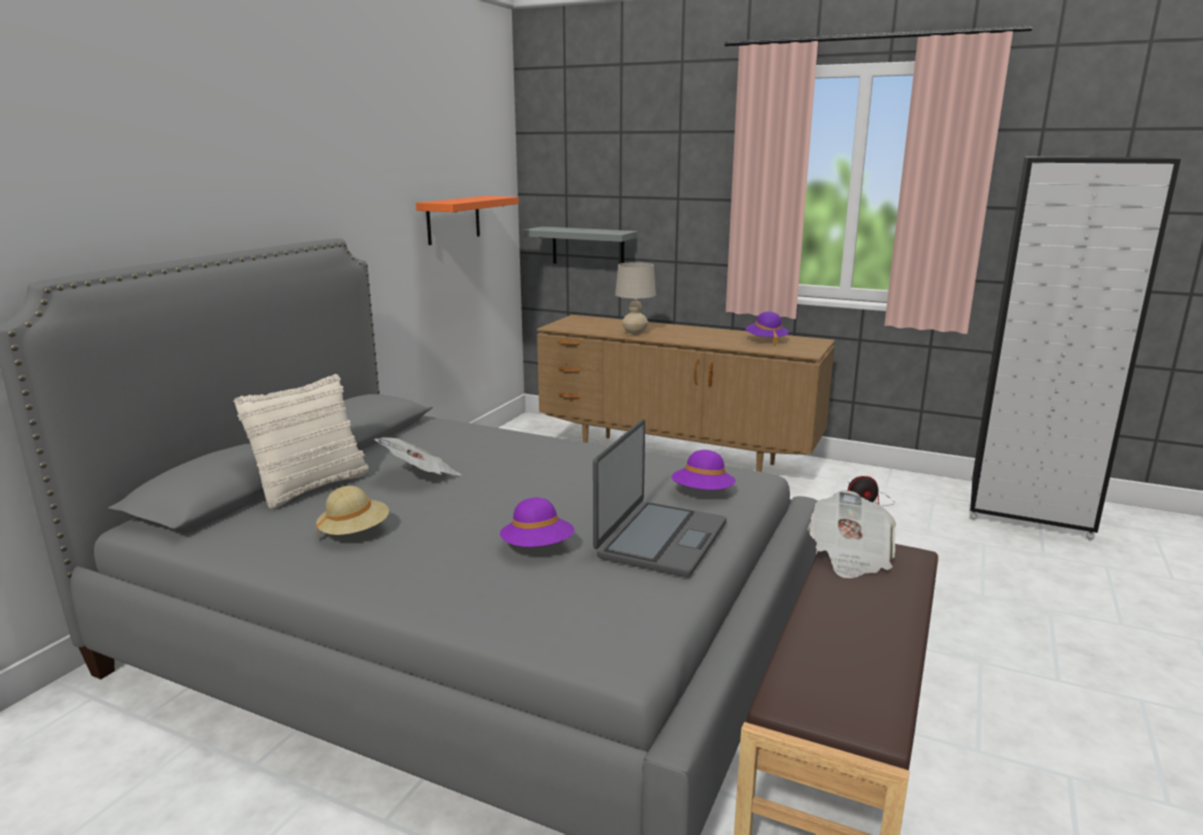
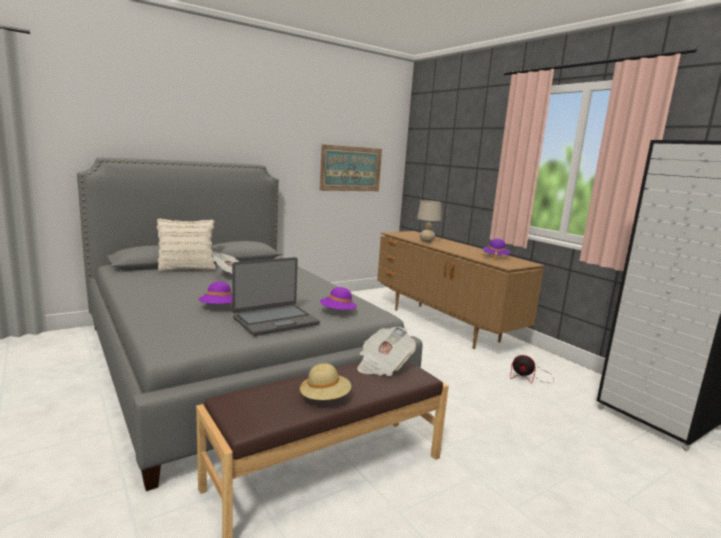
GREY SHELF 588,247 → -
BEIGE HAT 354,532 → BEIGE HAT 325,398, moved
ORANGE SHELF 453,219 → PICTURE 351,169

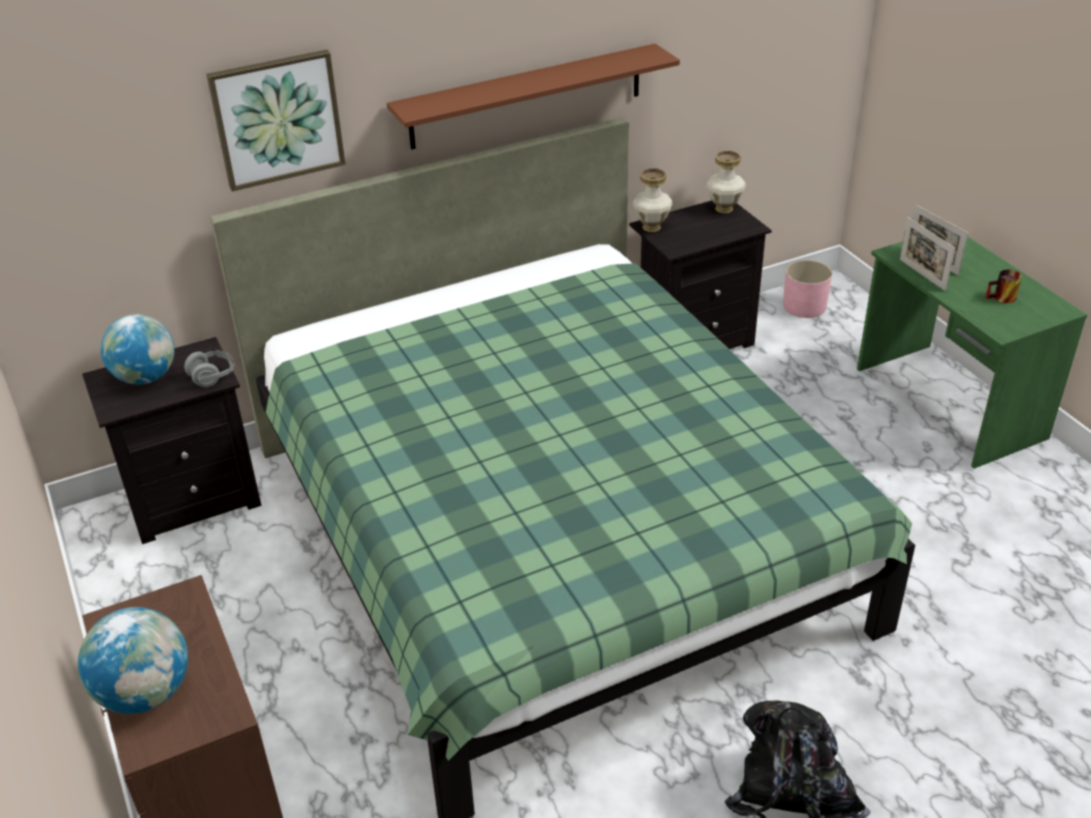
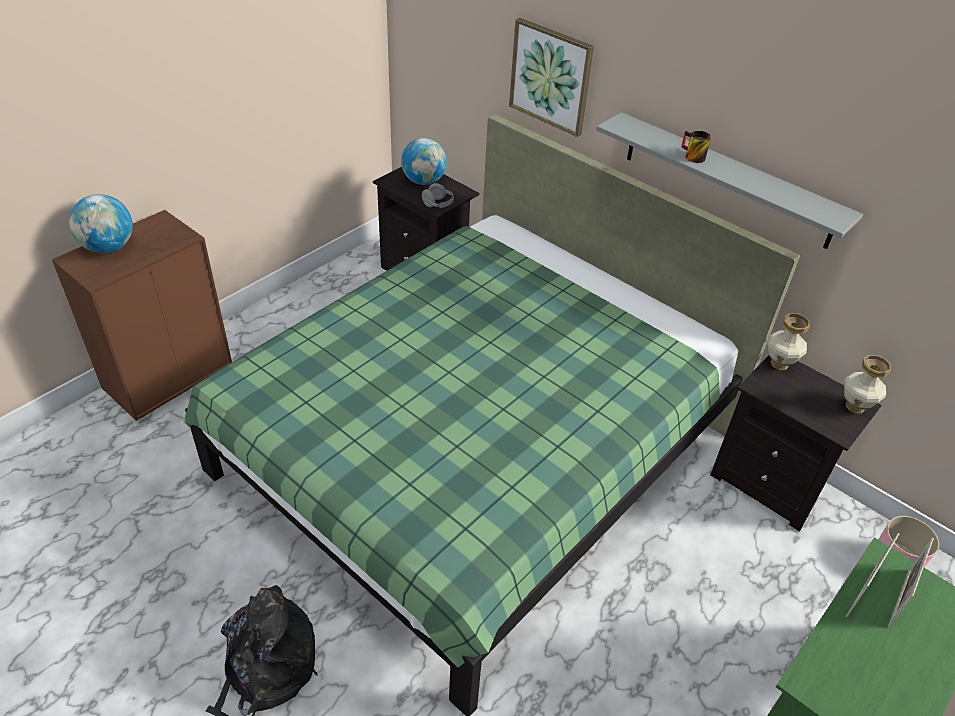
MUG 1002,299 → MUG 691,156, moved
BROWN SHELF 527,96 → GREY SHELF 727,180

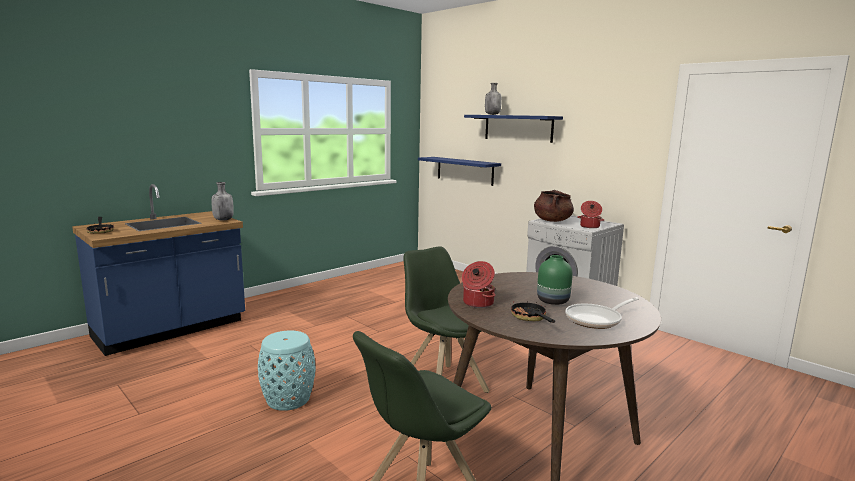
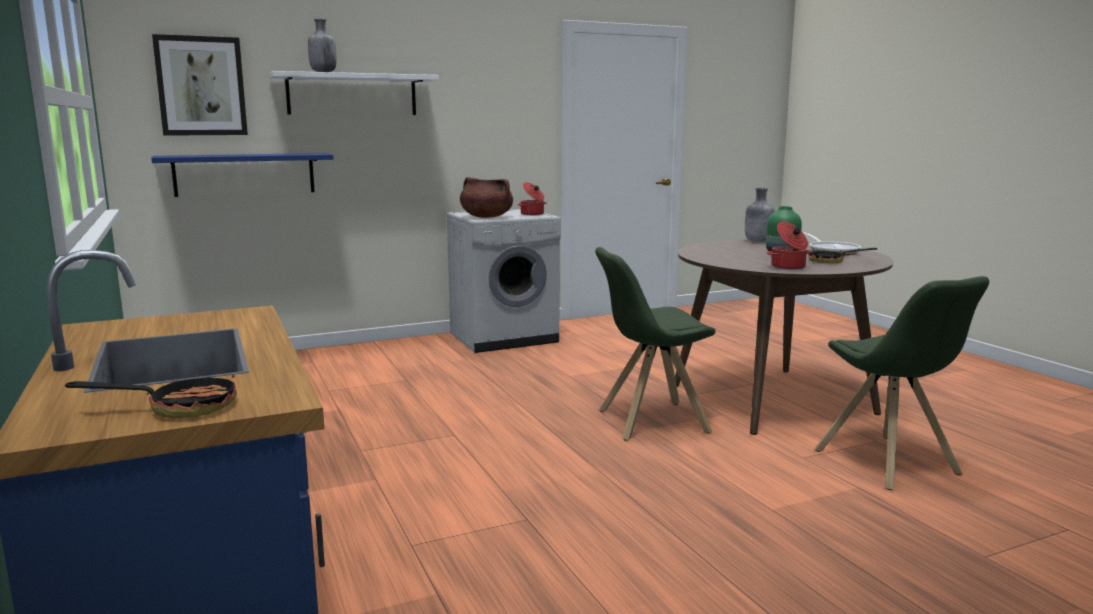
TURQUOISE STOOL 288,399 → -
- → PICTURE 201,86
GREY BOTTLE 223,220 → GREY BOTTLE 757,241, moved
BLUE SHELF 518,128 → WHITE SHELF 352,95

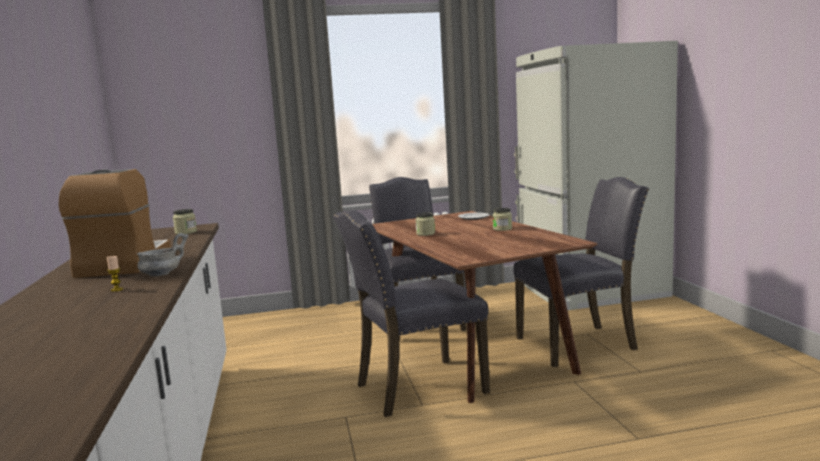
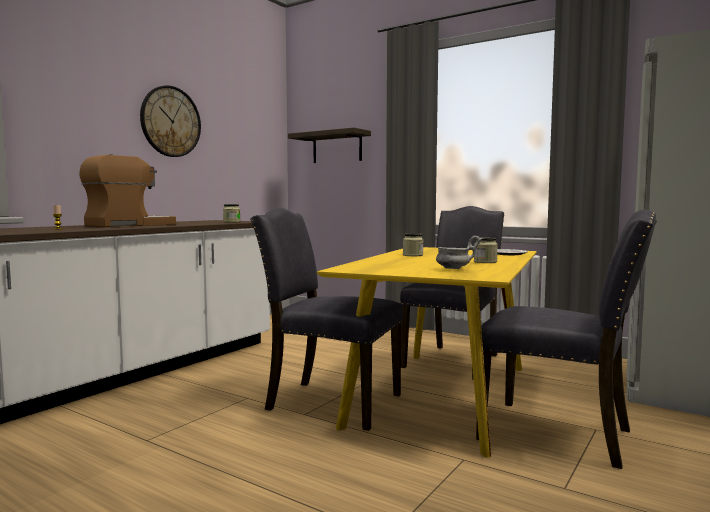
- → WALL CLOCK 170,121
- → SHELF 337,147
GREY BOWL 161,274 → GREY BOWL 454,269, moved
BROWN DINING TABLE 472,349 → YELLOW DINING TABLE 444,395

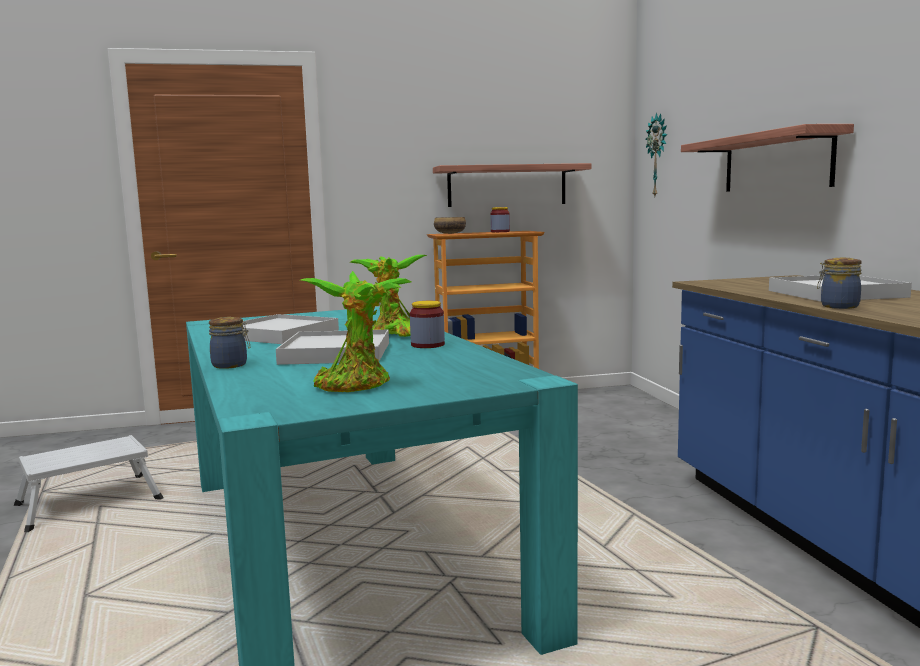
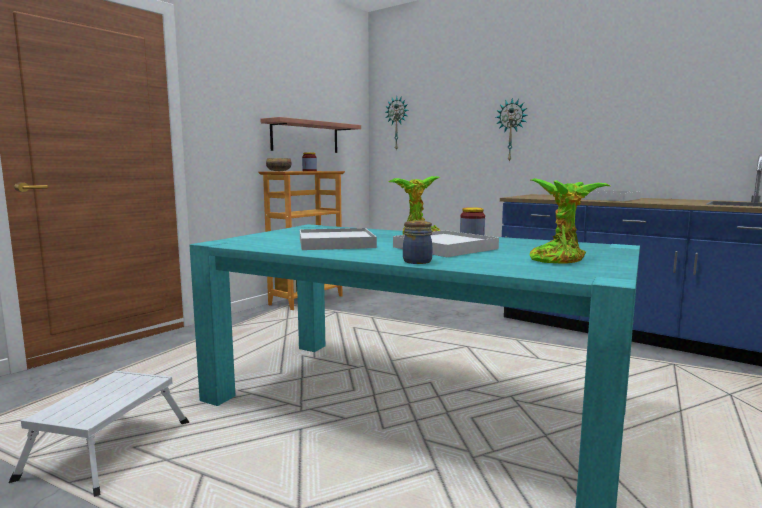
JAR 837,306 → -
SHELF 776,162 → WALL CLOCK 511,130

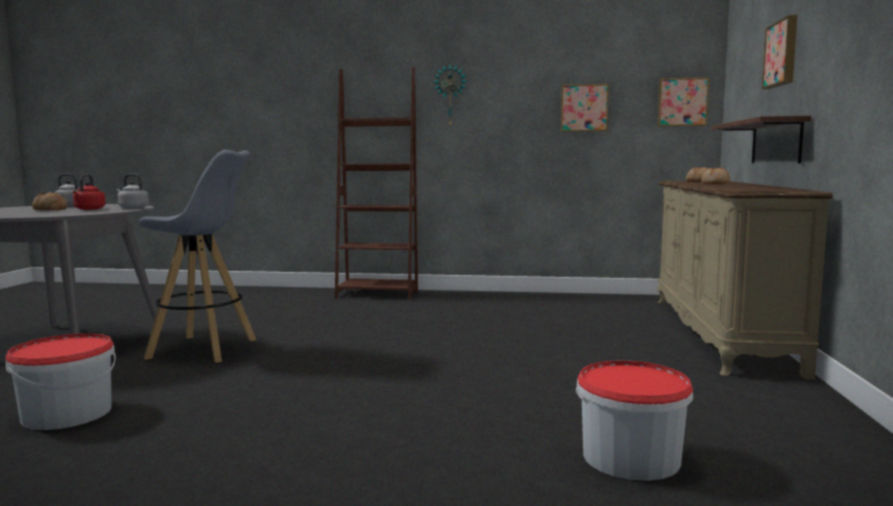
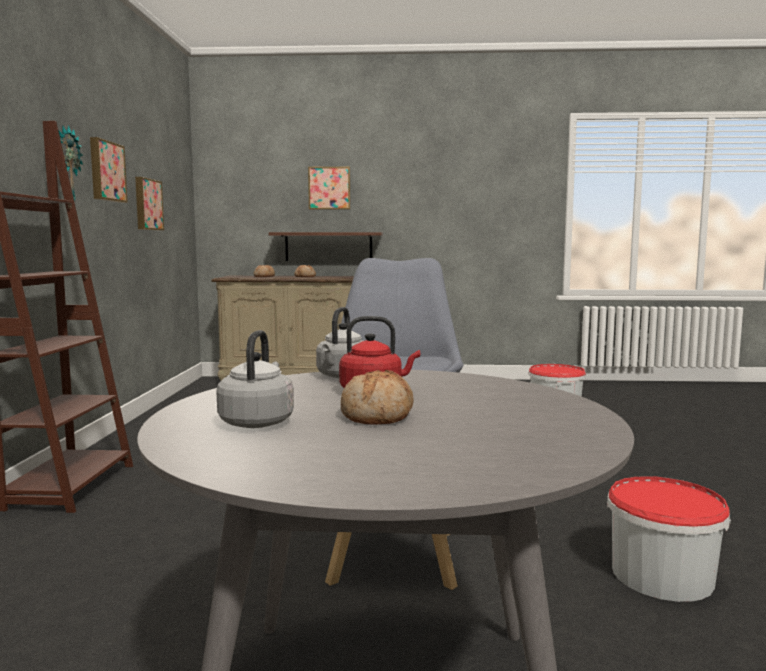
PICTURE 682,102 → PICTURE 106,171, moved

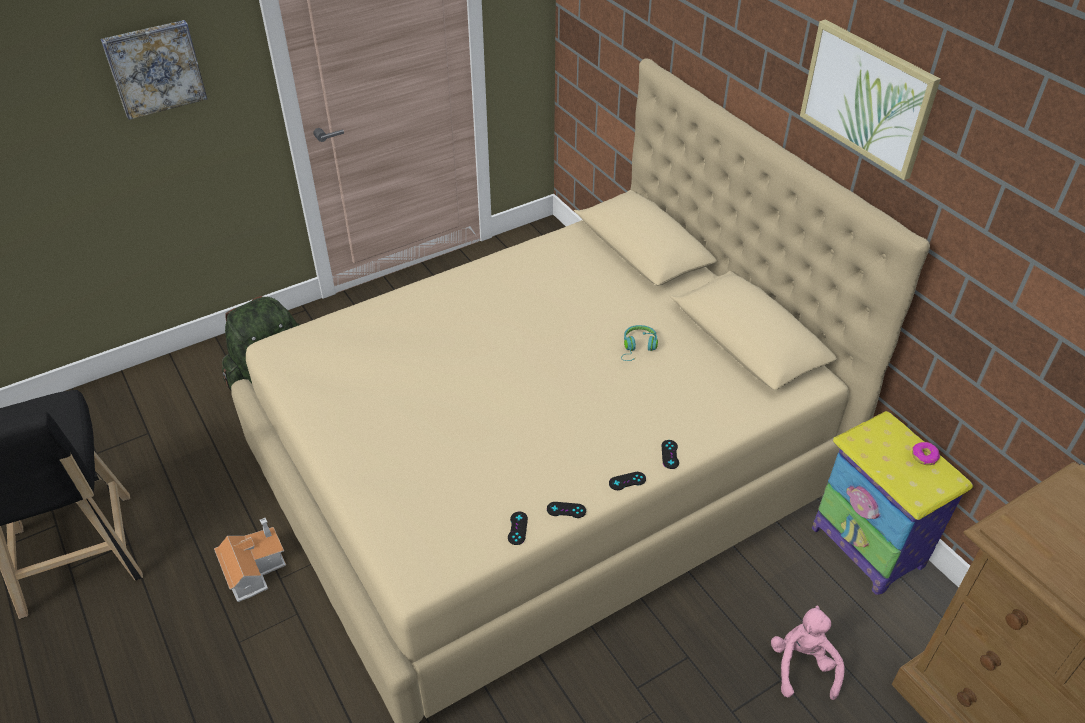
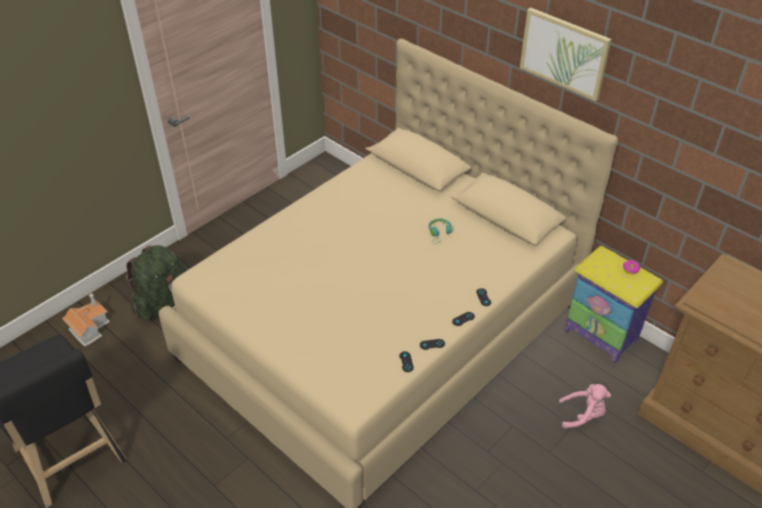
PICTURE 154,68 → -
TOY HOUSE 253,568 → TOY HOUSE 89,327, moved
PINK PLUSH TOY 802,666 → PINK PLUSH TOY 583,415, 105 degrees clockwise

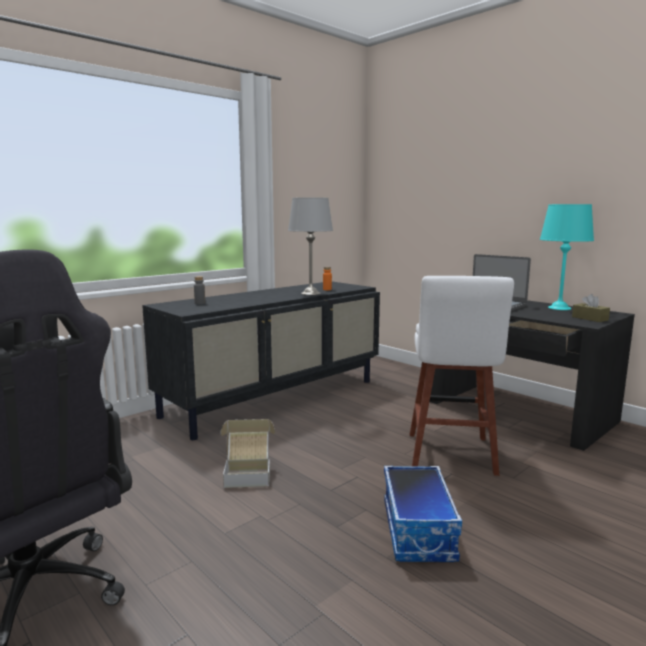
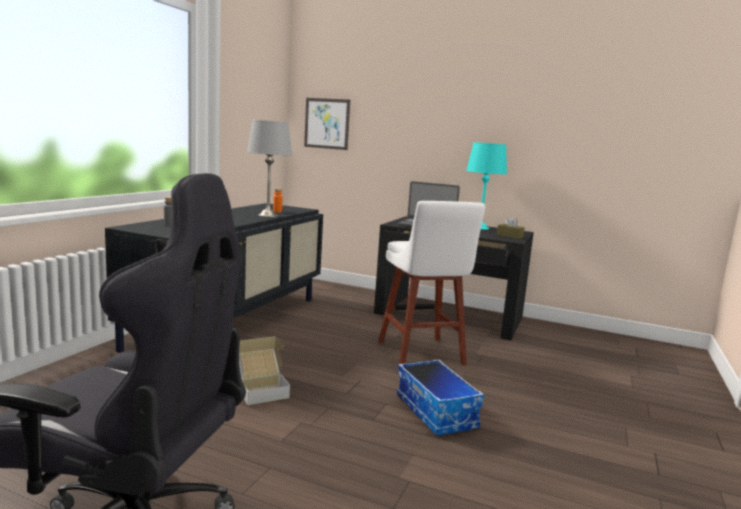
- → PICTURE 327,123

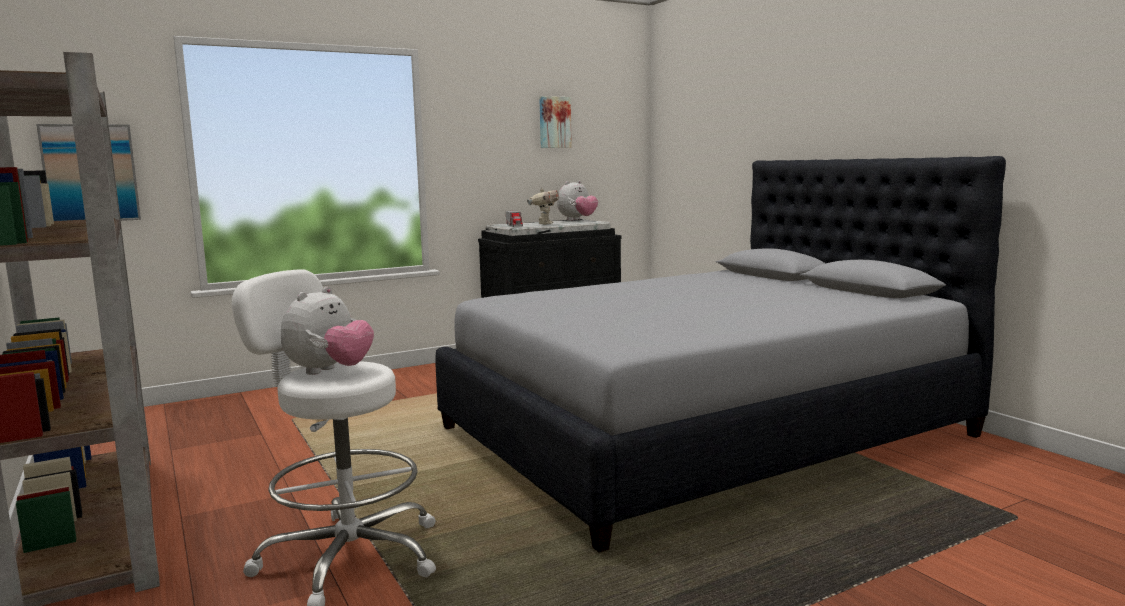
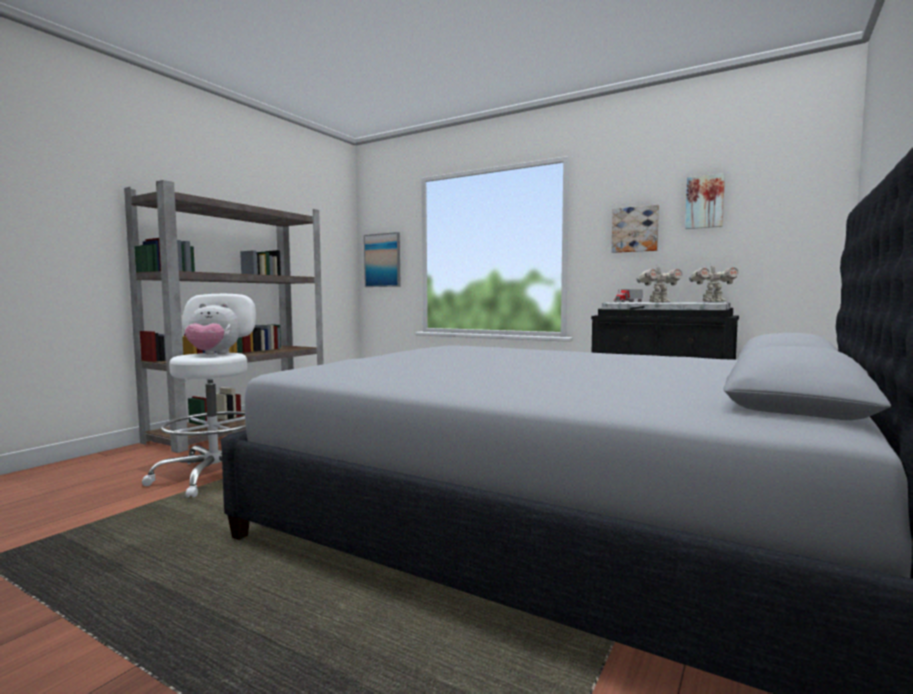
- → PICTURE 635,229
PLUSH TOY 577,220 → TOY ROBOT 712,301

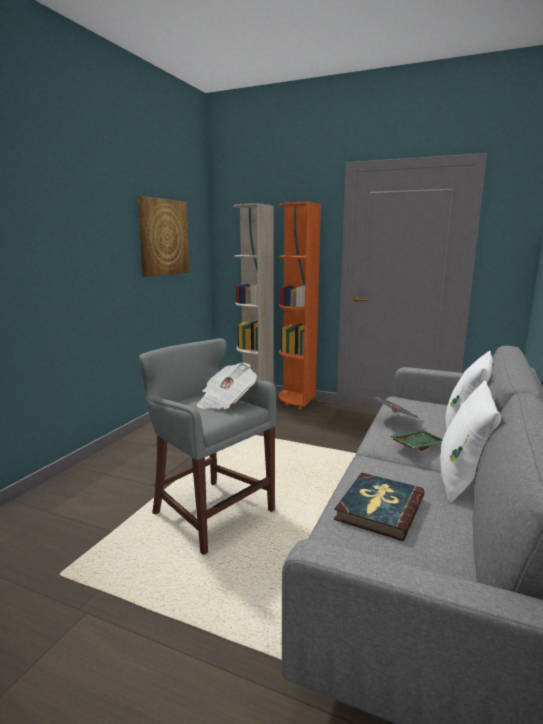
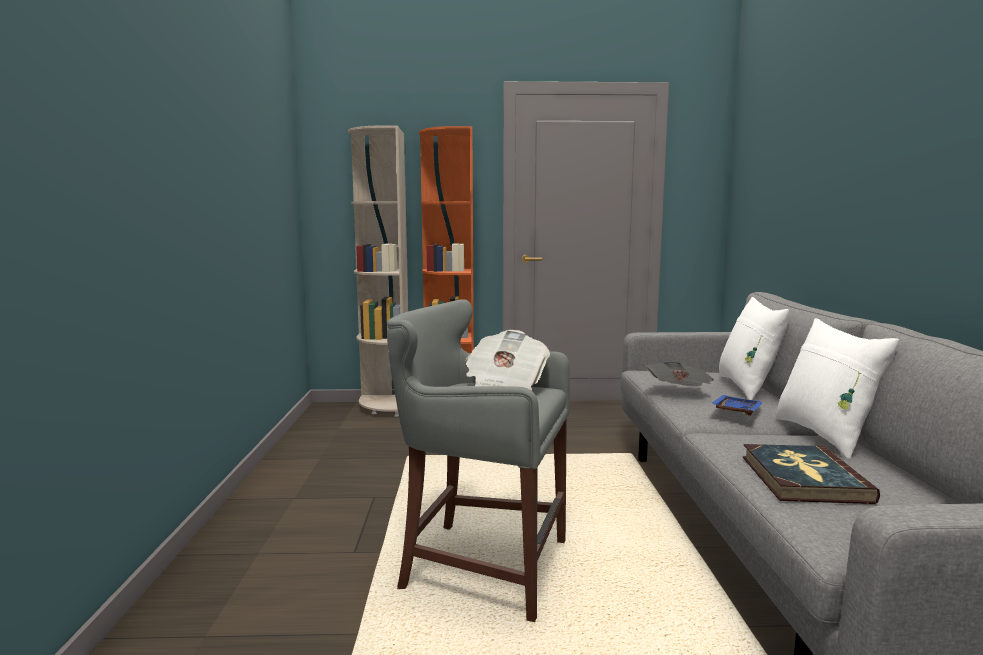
PICTURE 163,237 → -
GREEN TRAY 416,445 → BLUE TRAY 735,412

